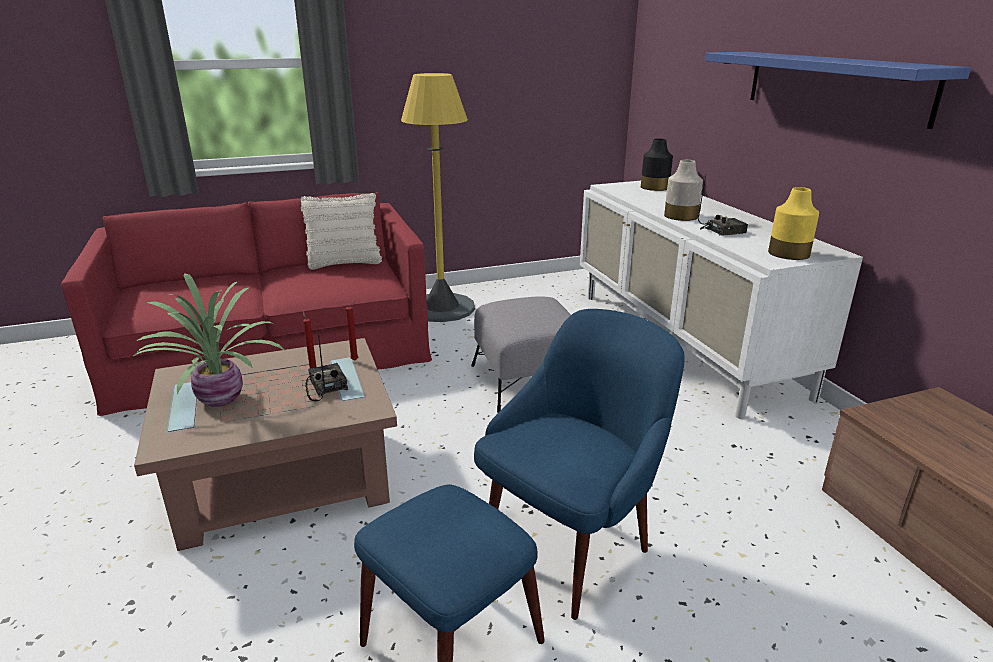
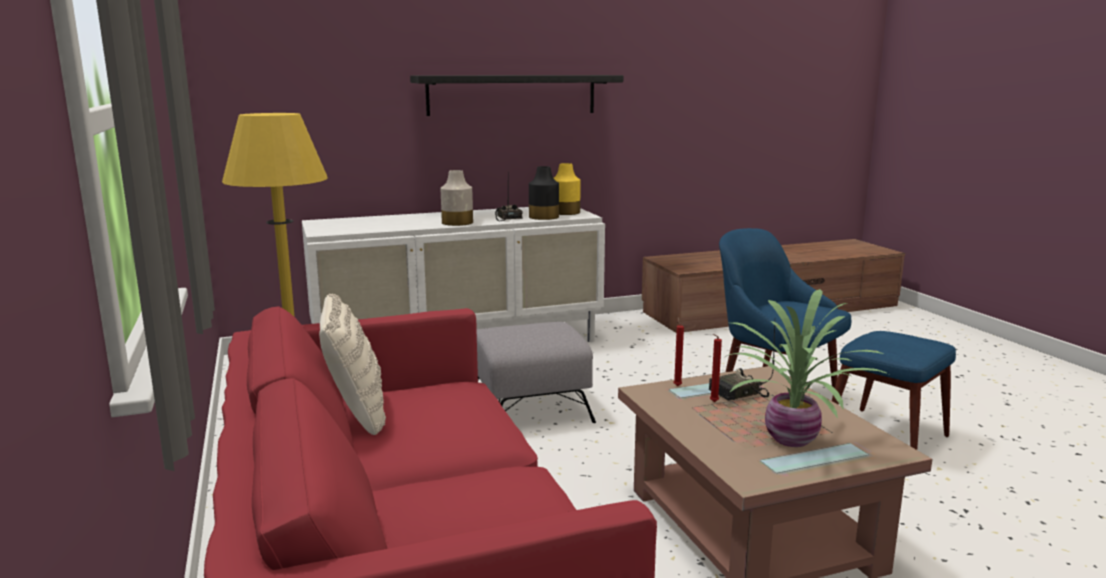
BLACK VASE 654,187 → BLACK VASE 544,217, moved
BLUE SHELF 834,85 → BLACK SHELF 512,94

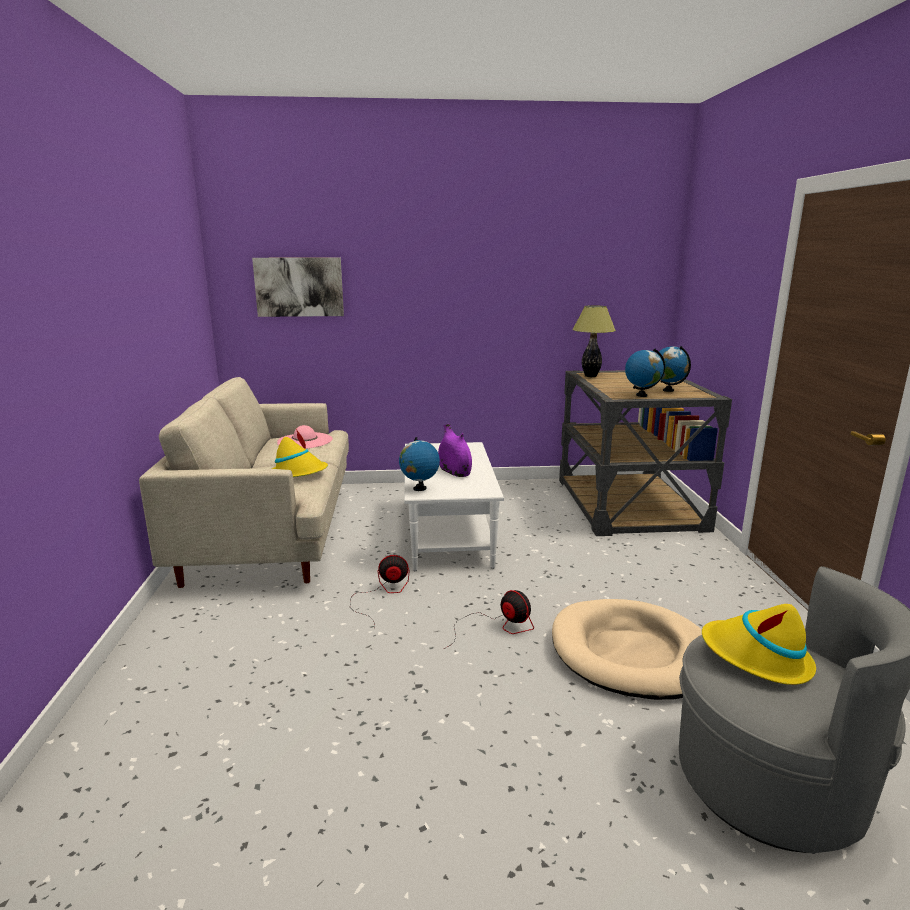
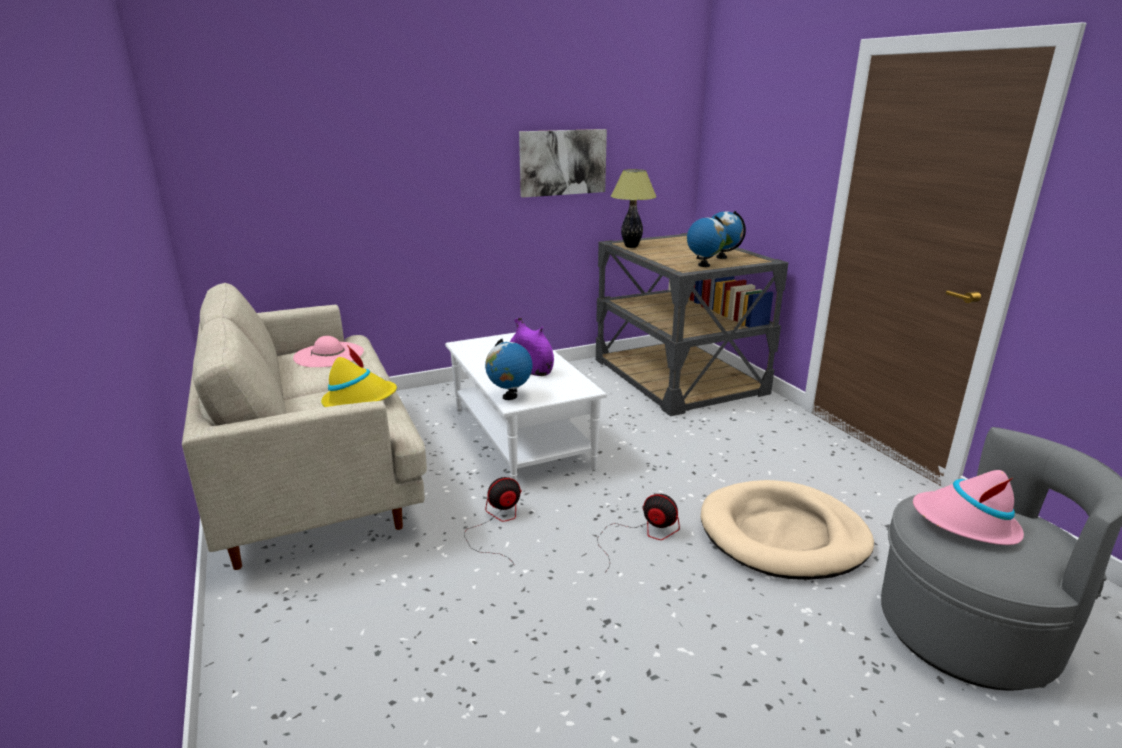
PICTURE 299,287 → PICTURE 562,162, moved
YELLOW HAT 756,657 → PINK HAT 964,523

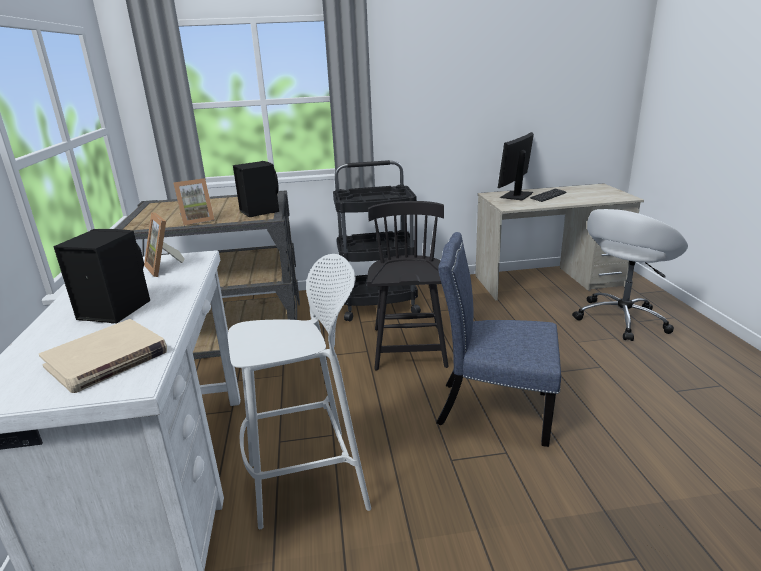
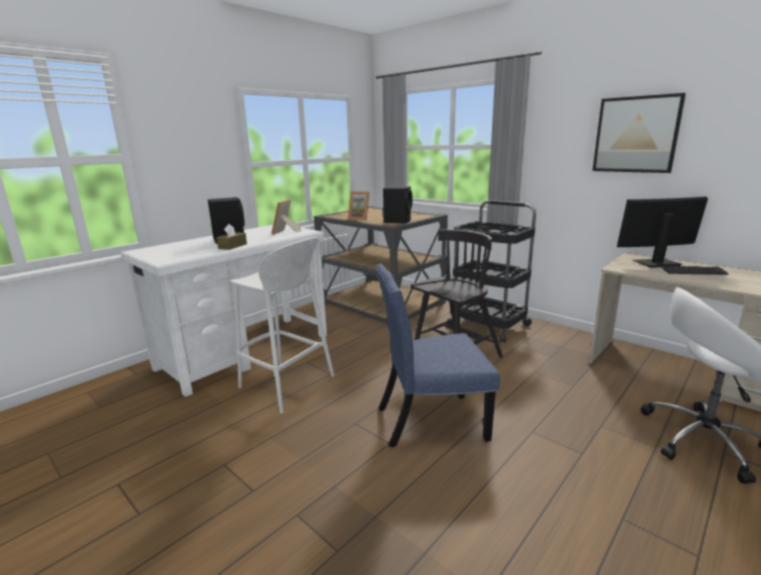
BEIGE BOOK 106,359 → -
- → BROWN TISSUE BOX 232,246
- → PICTURE 636,135
BLUE CHAIR 496,410 → BLUE CHAIR 433,421, 75 degrees counterclockwise

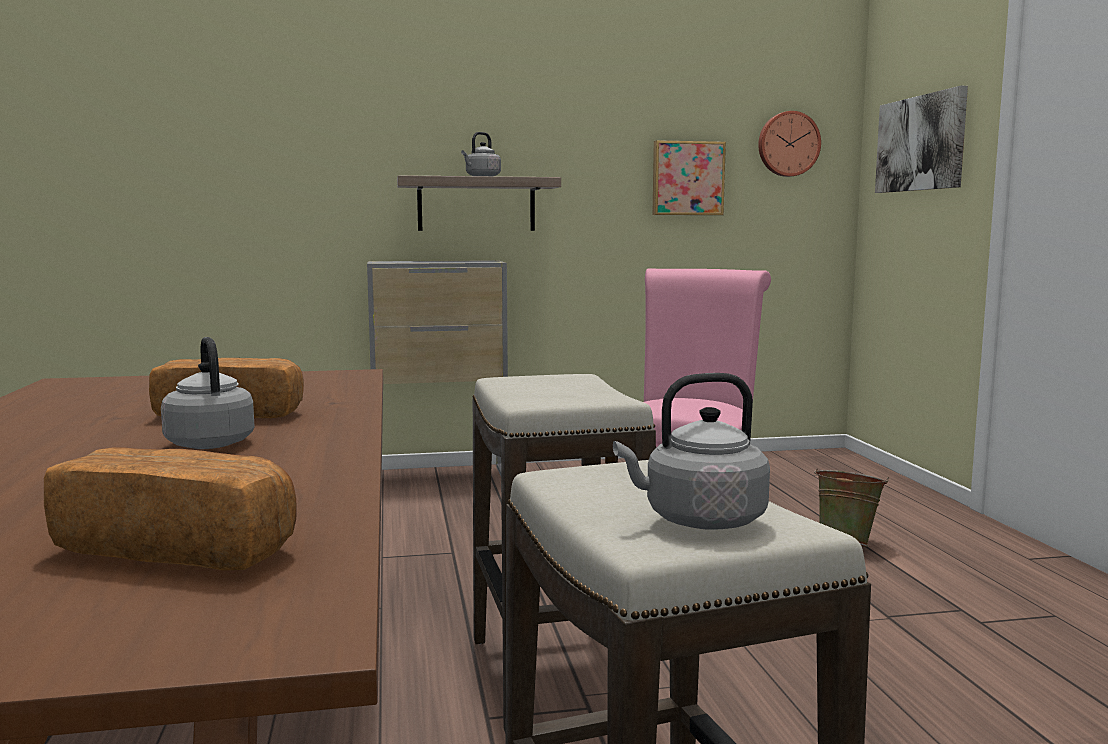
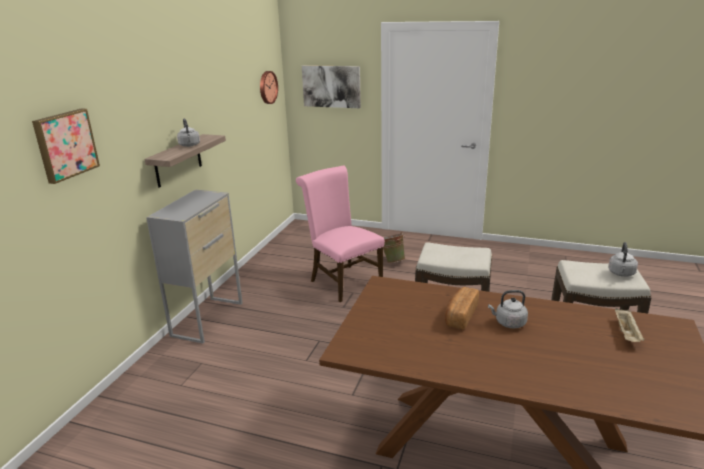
PICTURE 687,178 → PICTURE 65,145, moved
BREAD 179,549 → BEIGE TRAY 627,334

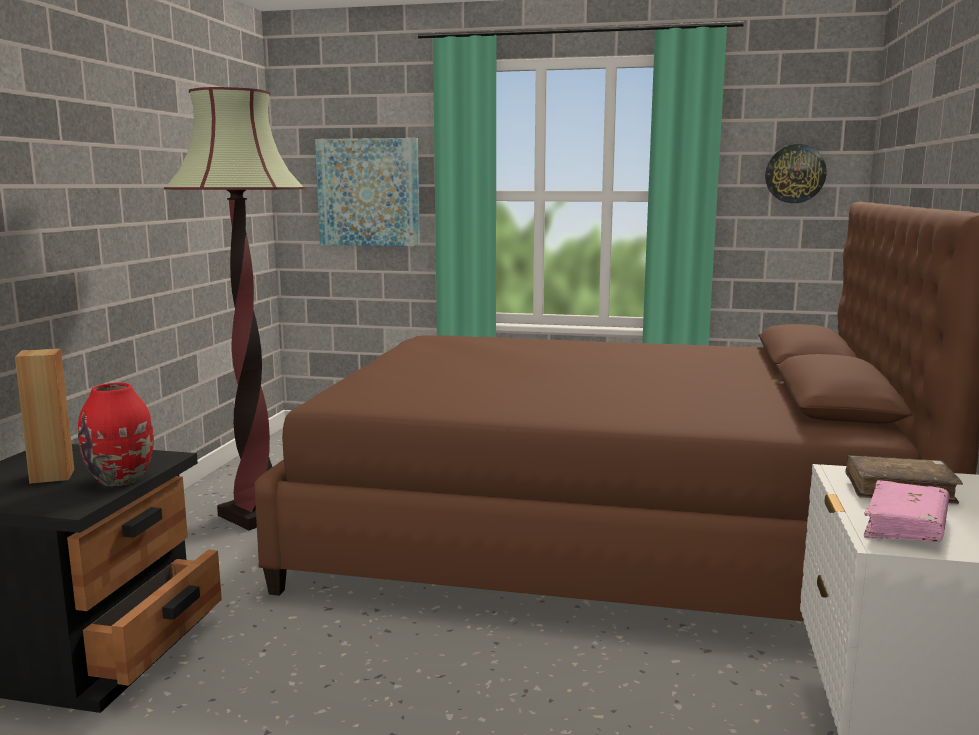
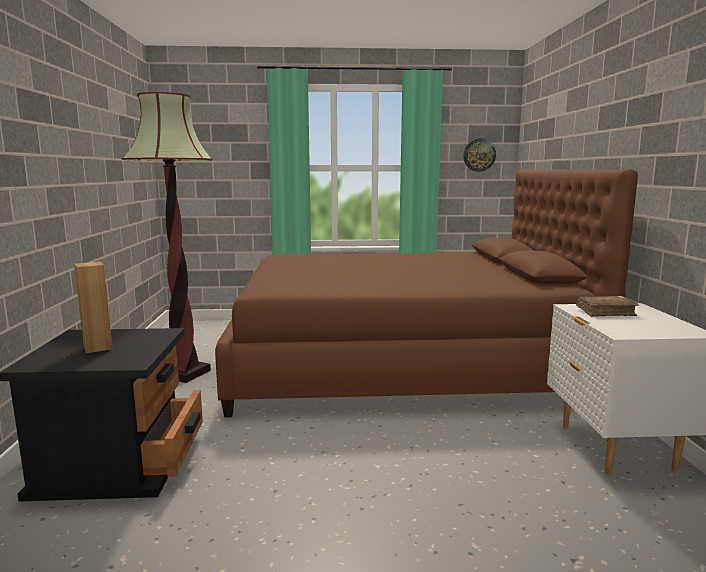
RED VASE 121,479 → -
PICTURE 368,192 → -
PINK BOOK 905,526 → -

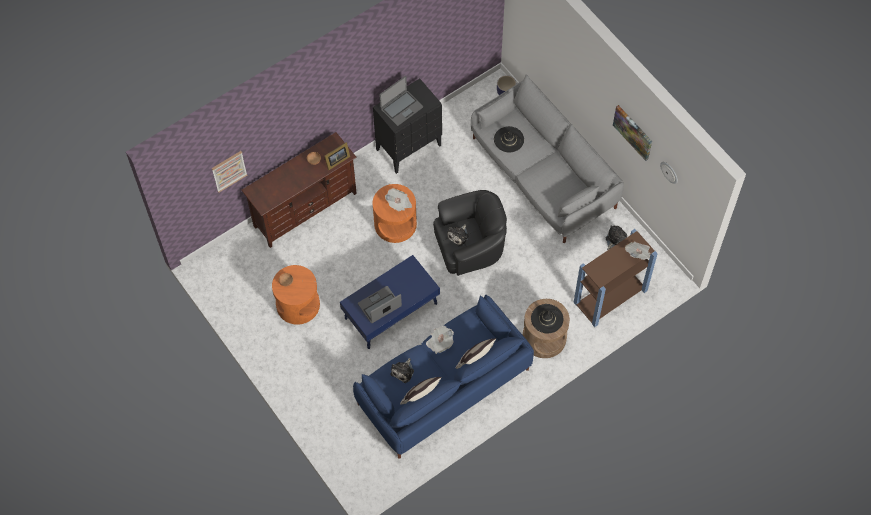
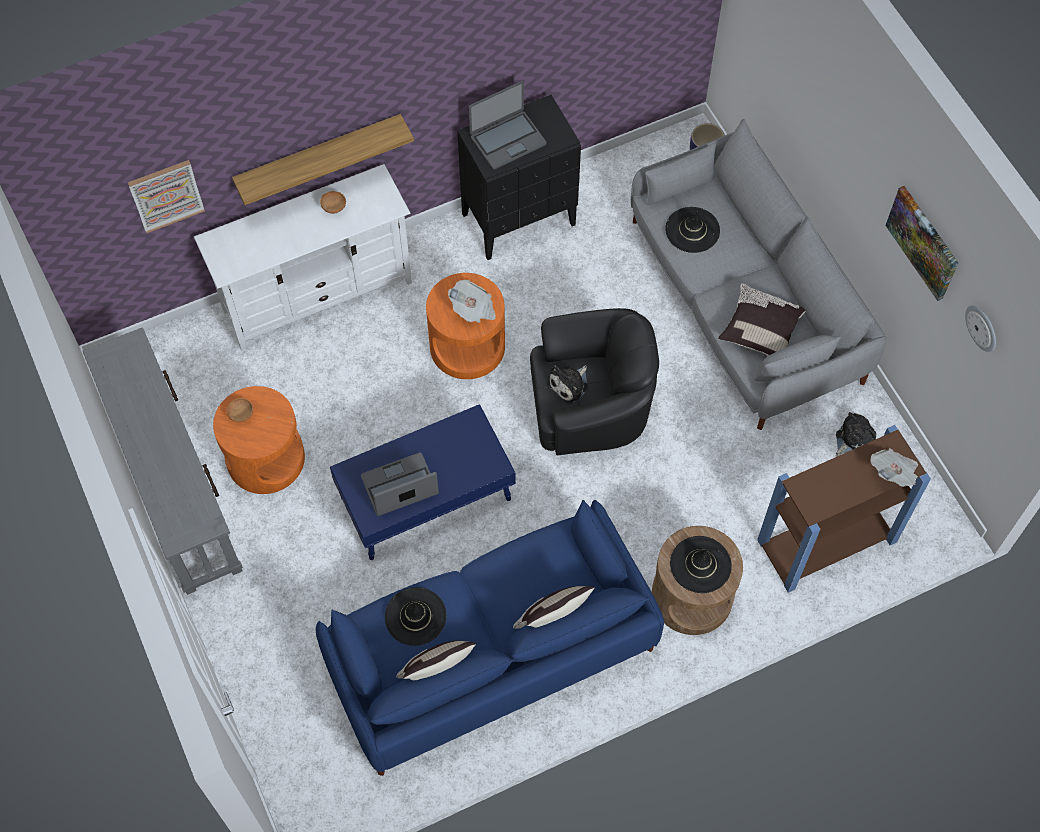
PICTURE FRAME 336,161 → -
NEWSPAPER 439,342 → -
- → GREY CONSOLE TABLE 176,488
- → SHELF 319,155
- → PILLOW 760,329
PLUSH TOY 403,371 → BLACK HAT 415,616
BROWN TV STAND 305,209 → WHITE TV STAND 317,295

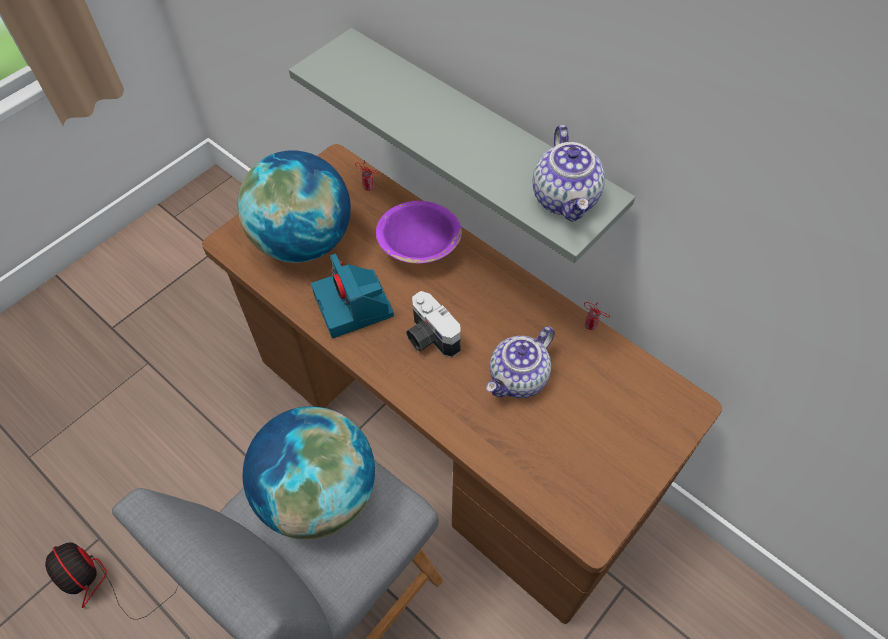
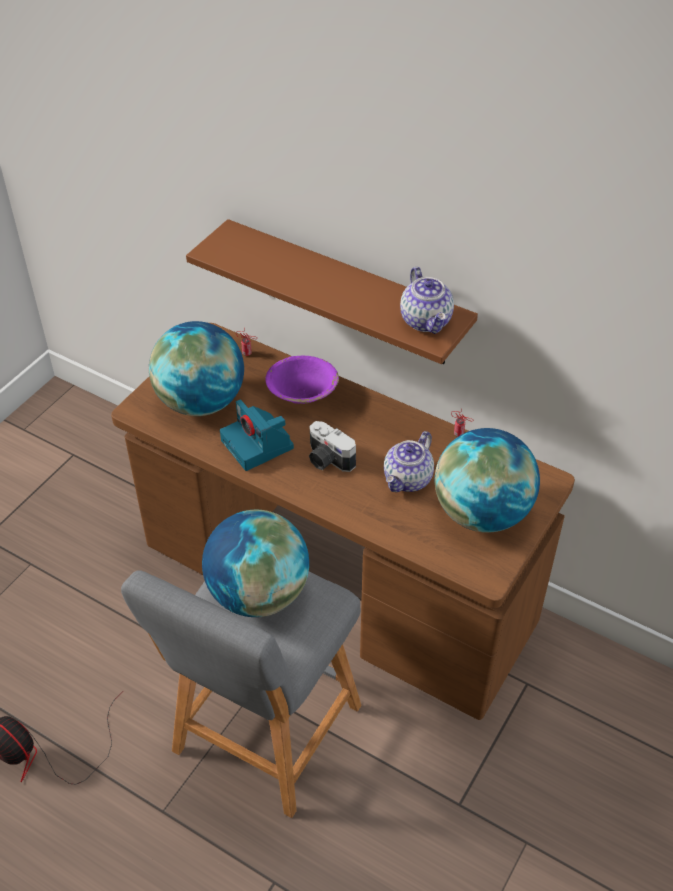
- → GLOBE 482,513
GREY SHELF 479,140 → BROWN SHELF 346,294

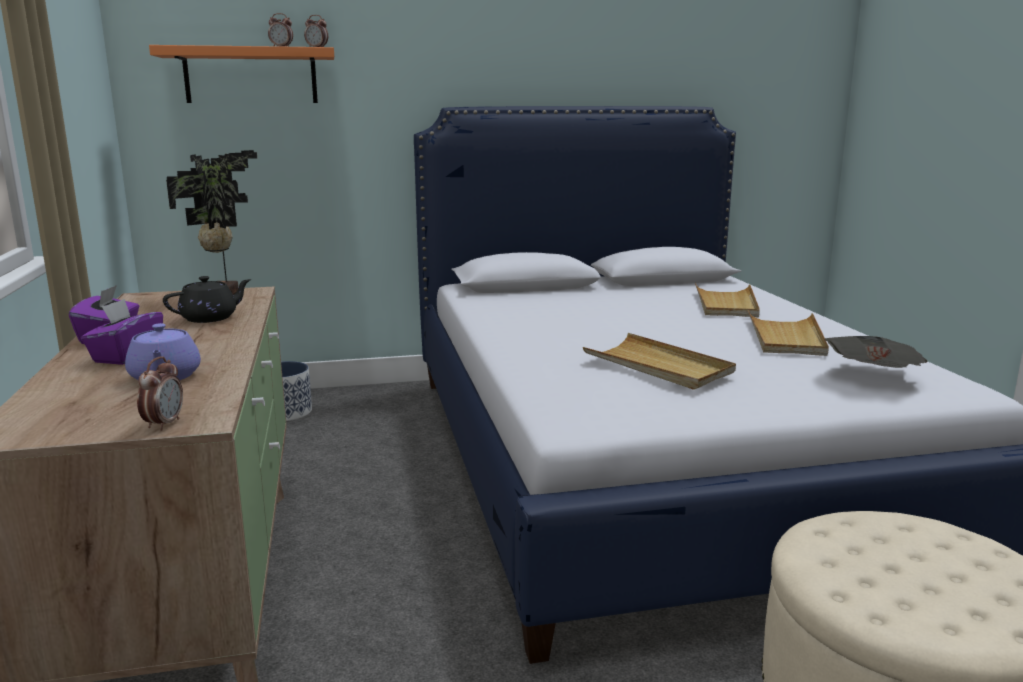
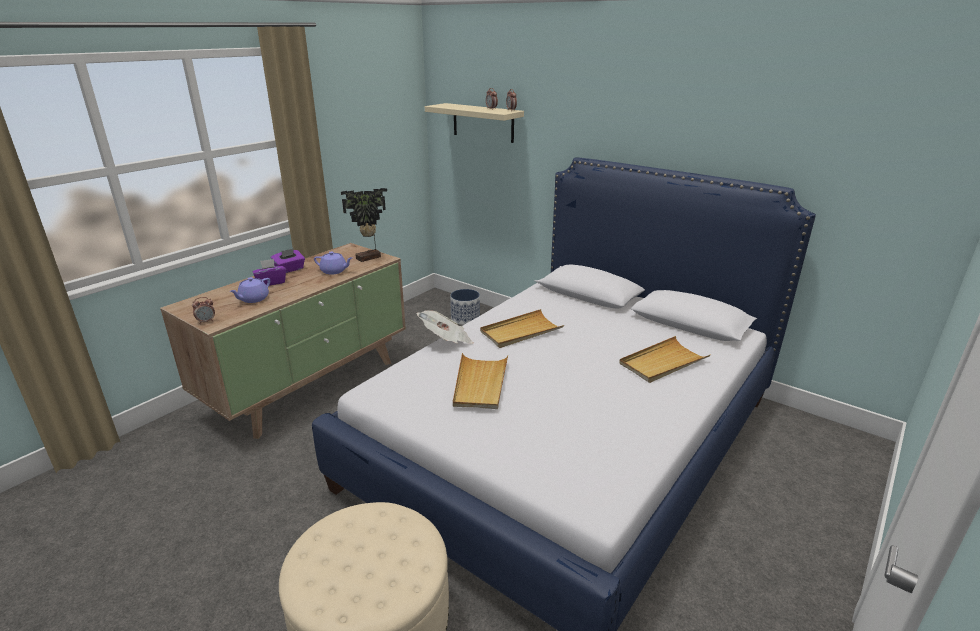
BEIGE TRAY 786,337 → BEIGE TRAY 521,331, moved
NEWSPAPER 873,377 → NEWSPAPER 446,340, moved
ORANGE SHELF 251,76 → BEIGE SHELF 483,122
BLACK TEAPOT 210,318 → PURPLE TEAPOT 334,271

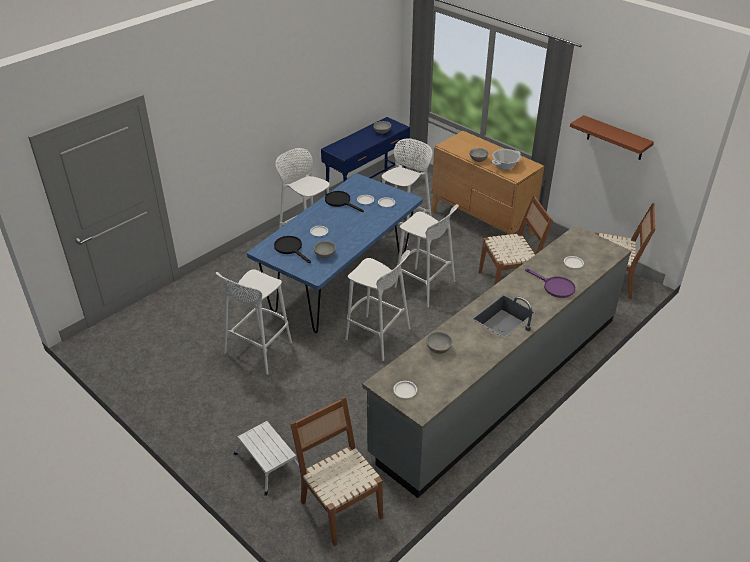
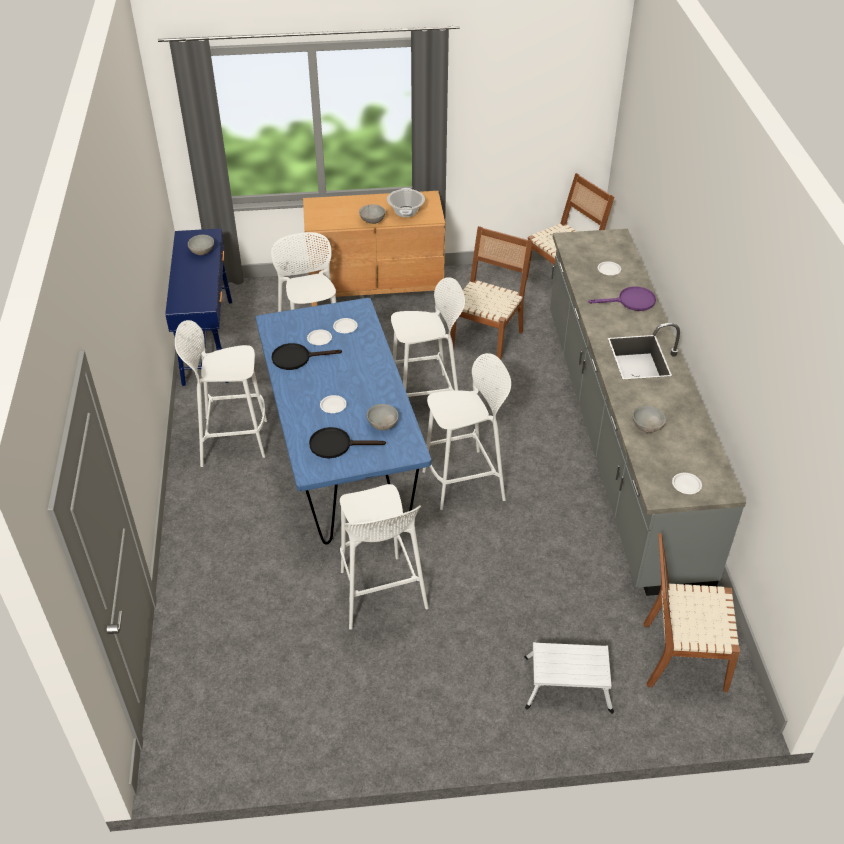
BROWN SHELF 615,138 → -

